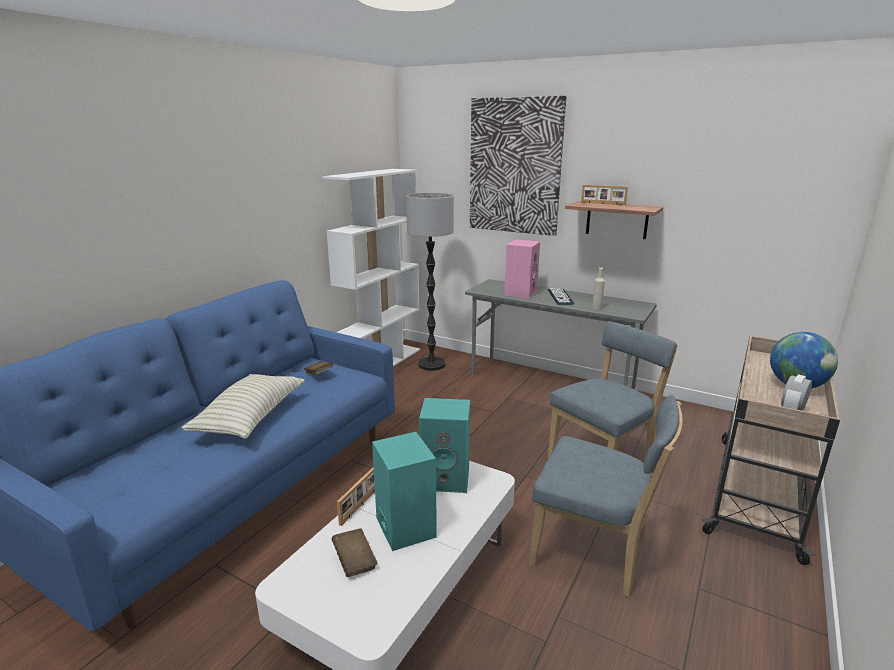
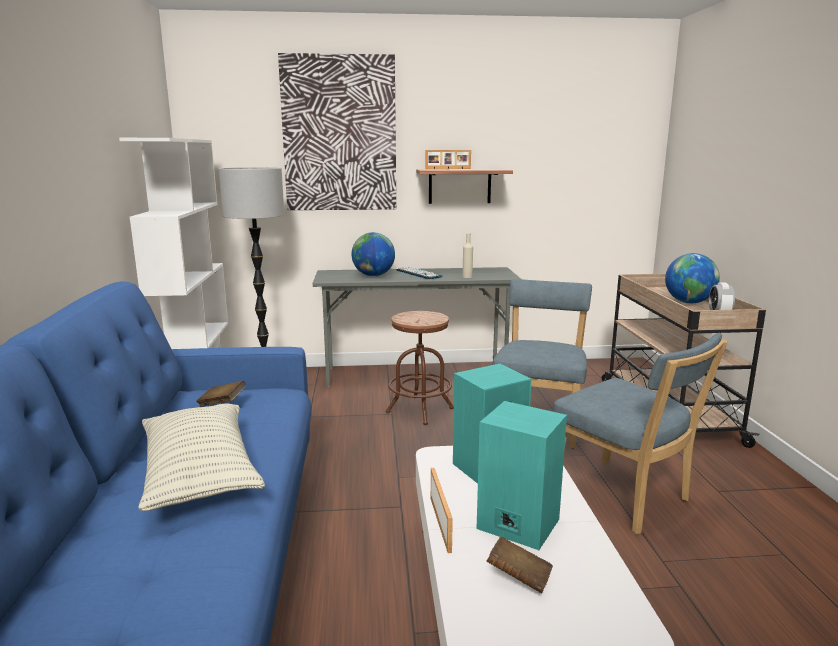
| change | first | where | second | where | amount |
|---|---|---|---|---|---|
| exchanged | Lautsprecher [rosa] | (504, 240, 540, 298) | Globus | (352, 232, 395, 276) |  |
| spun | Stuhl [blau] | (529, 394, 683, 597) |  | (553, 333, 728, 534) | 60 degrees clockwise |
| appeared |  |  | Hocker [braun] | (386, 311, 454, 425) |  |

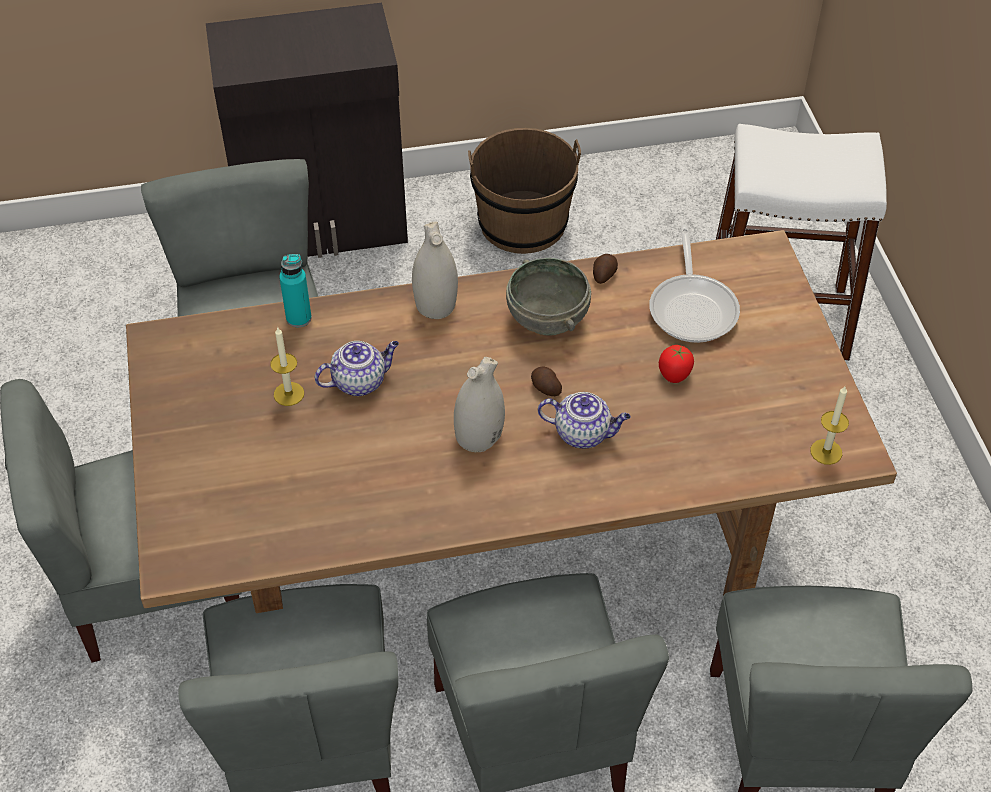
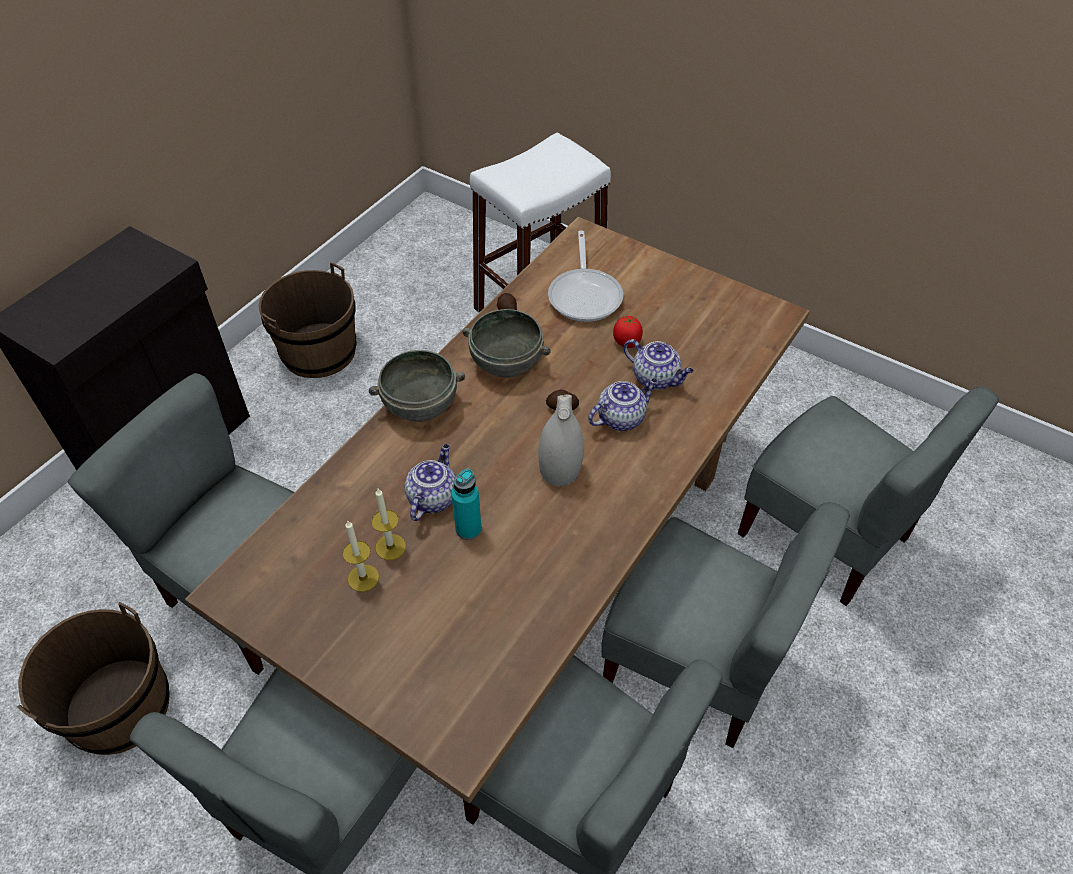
| change | first | where | second | where | amount |
|---|---|---|---|---|---|
| relocated | Flasche [türkis] | (279, 254, 312, 327) |  | (451, 469, 482, 540) |  |
| exchanged | Vase [weiß] | (412, 222, 458, 319) | Schüssel [grau] | (369, 350, 465, 422) |  |
| spun | Pfanne | (649, 225, 740, 343) |  | (548, 230, 623, 322) | 45 degrees clockwise |
| relocated | Kerze | (810, 385, 849, 465) |  | (342, 520, 379, 592) |  |
| appeared |  |  | Eimer [braun] | (17, 602, 170, 755) |  |
| appeared |  |  | Teekanne | (624, 339, 694, 390) |  |

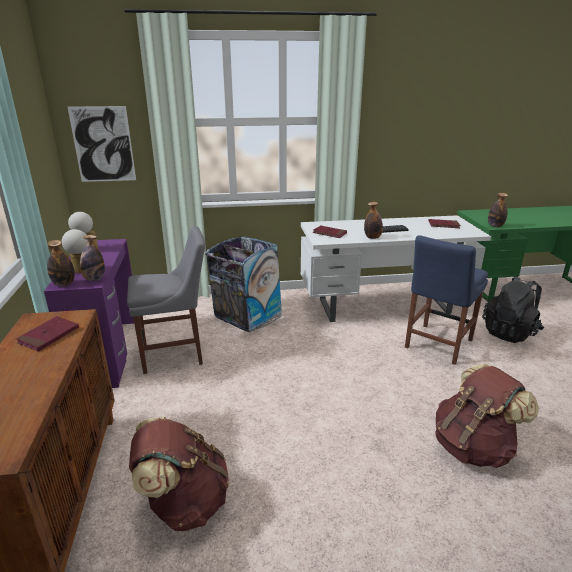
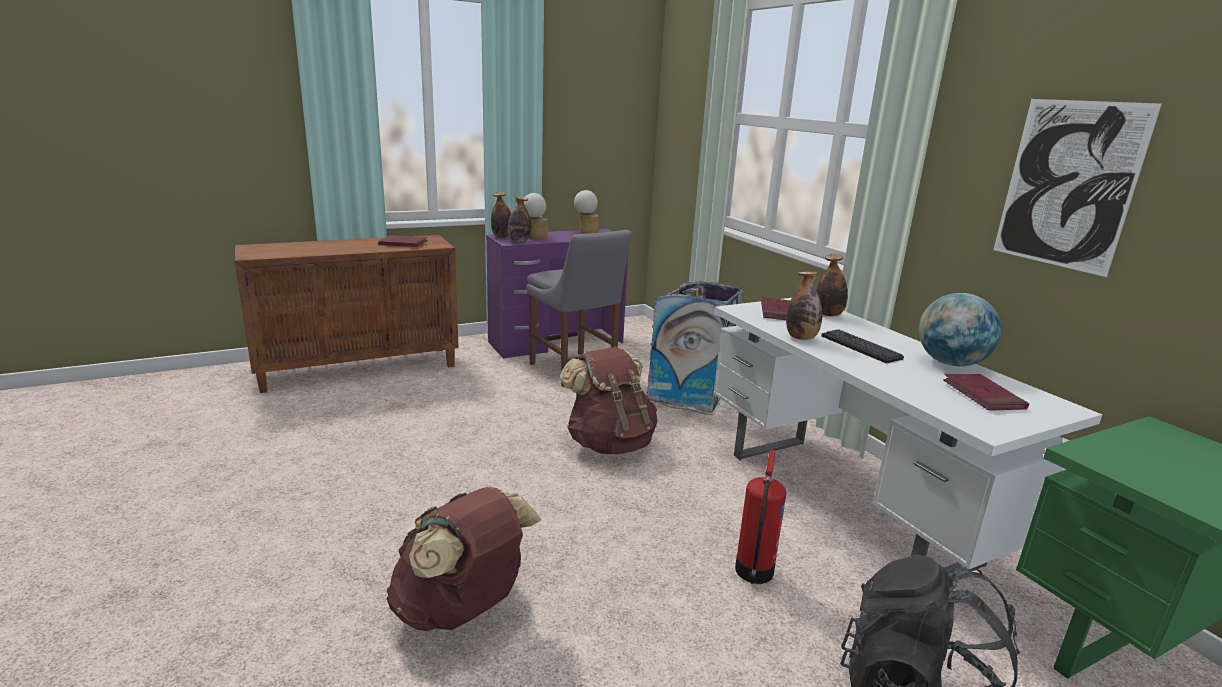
| change | first | where | second | where | amount |
|---|---|---|---|---|---|
| relocated | Bild | (68, 106, 136, 182) |  | (993, 99, 1162, 277) |  |
| relocated | Rucksack [braun] | (129, 417, 229, 531) |  | (560, 347, 658, 455) |  |
| exchanged | Stuhl [blau] | (405, 235, 488, 365) | Feuerlöscher | (735, 450, 786, 584) |  |
| relocated | Flasche | (488, 193, 508, 227) |  | (816, 254, 848, 316) |  |
| appeared |  |  | Globus | (919, 293, 1002, 367) |  |

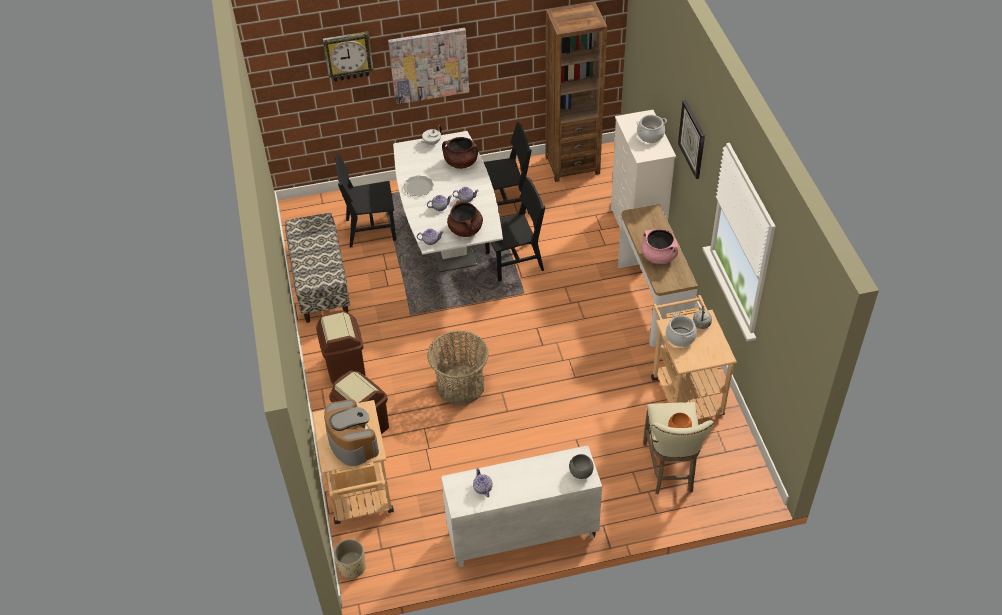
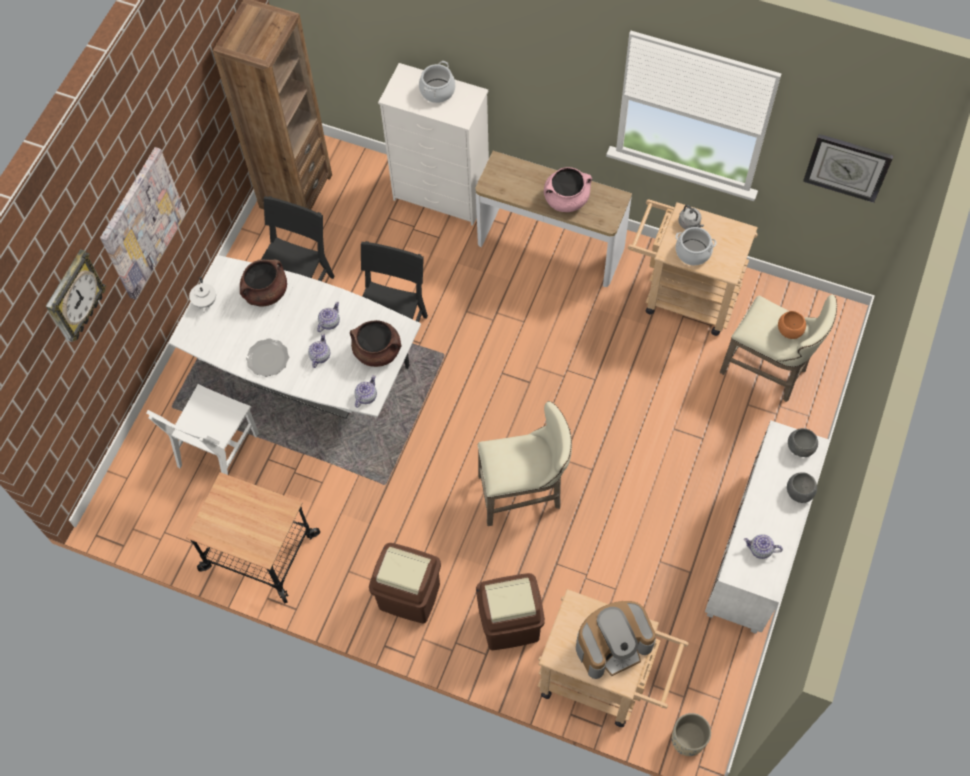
| change | first | where | second | where | amount |
|---|---|---|---|---|---|
| exchanged | Bank | (285, 213, 350, 323) | Rollwagen | (186, 472, 320, 604) |  |
| spun | Kaffeemaschine | (324, 399, 379, 466) |  | (576, 601, 656, 679) | 150 degrees clockwise |
| colour | Stuhl [schwarz] | (335, 153, 396, 248) | Stuhl [weiß] | (146, 384, 259, 475) |  |
| exchanged | Korb | (427, 331, 489, 405) | Hocker [beige] | (477, 401, 572, 526) |  |
| relocated | Wanduhr | (678, 100, 705, 179) |  | (803, 134, 893, 203) |  |
| appeared |  |  | Schüssel [grau] | (787, 472, 817, 503) |  |

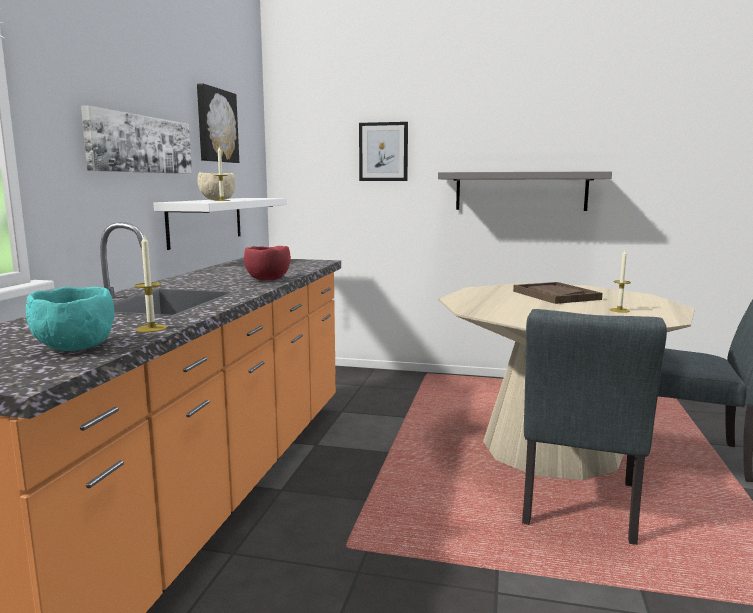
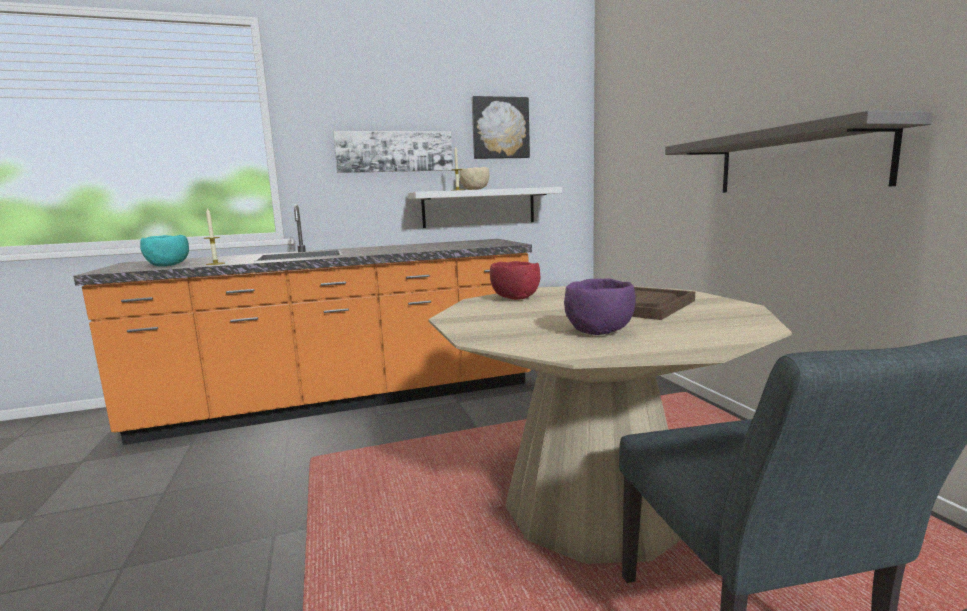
| change | first | where | second | where | amount |
|---|---|---|---|---|---|
| relocated | Schüssel [rot] | (244, 246, 291, 280) |  | (490, 261, 540, 300) |  |
| missing | Bild | (359, 122, 408, 181) |  |  |  |
| missing | Stuhl [grau] | (522, 309, 667, 545) |  |  |  |
| exchanged | Kerze | (609, 250, 631, 313) | Schüssel [lila] | (564, 278, 636, 335) |  |

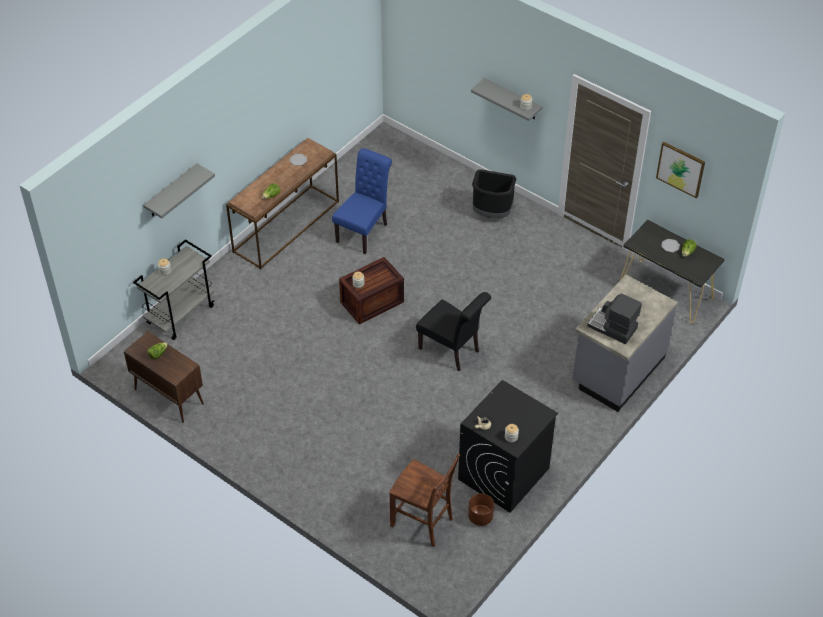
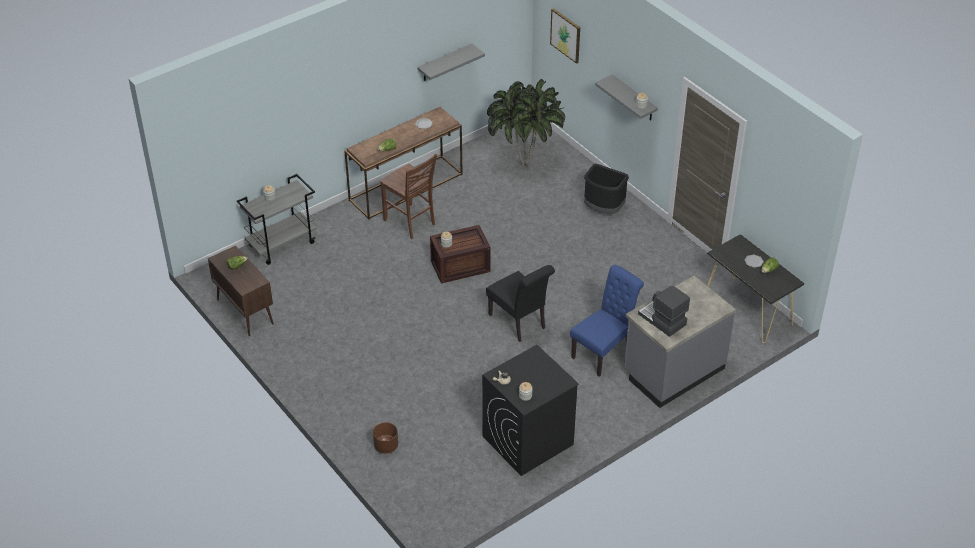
| change | first | where | second | where | amount |
|---|---|---|---|---|---|
| relocated | Wandregal [grau] | (143, 163, 215, 218) |  | (417, 44, 485, 81) |  |
| relocated | Stuhl [blau] | (332, 148, 392, 254) |  | (570, 265, 644, 376) |  |
| relocated | Stuhl [braun] | (390, 454, 460, 547) |  | (380, 154, 437, 239) |  |
| relocated | Pflanzkübel [braun] | (468, 493, 494, 526) |  | (373, 422, 398, 454) |  |
| relocated | Bild | (656, 142, 705, 198) |  | (550, 8, 580, 64) |  |
| appeared |  |  | Topfpflanze | (487, 79, 565, 170) |  |

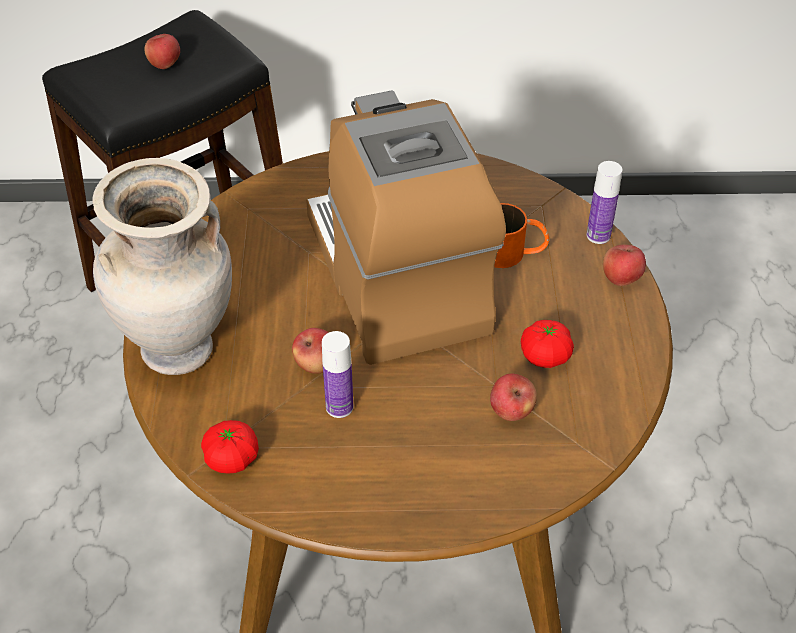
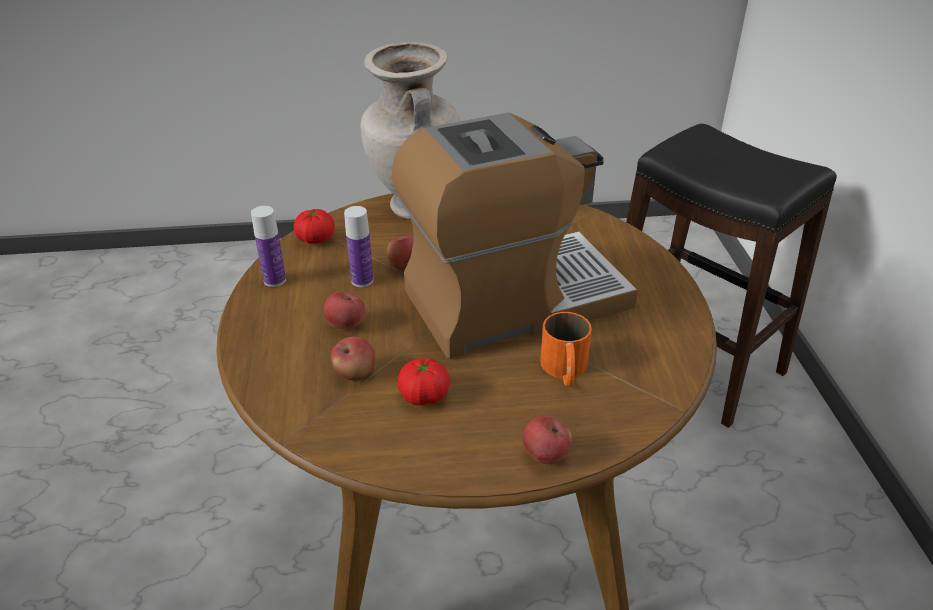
| change | first | where | second | where | amount |
|---|---|---|---|---|---|
| relocated | Apfel | (145, 34, 180, 69) |  | (324, 291, 365, 329) |  |
| relocated | Flasche | (586, 161, 622, 244) |  | (251, 206, 286, 287) |  |

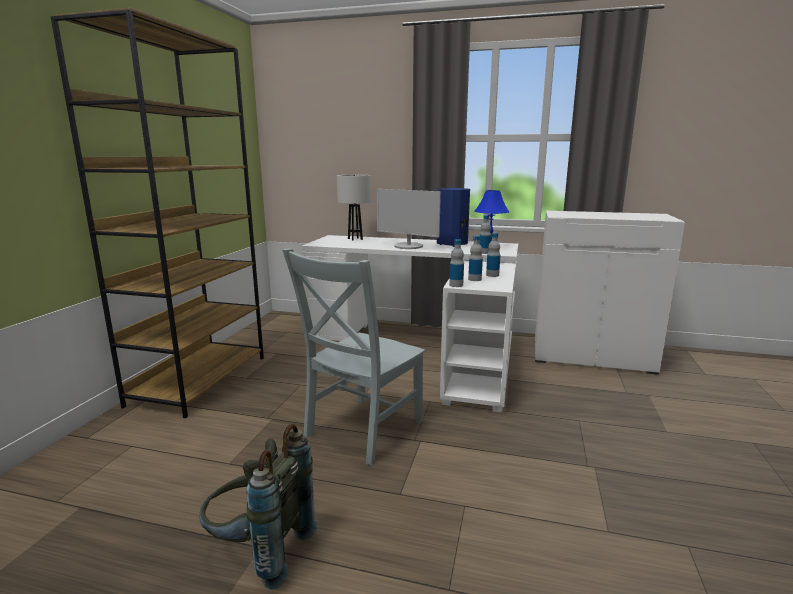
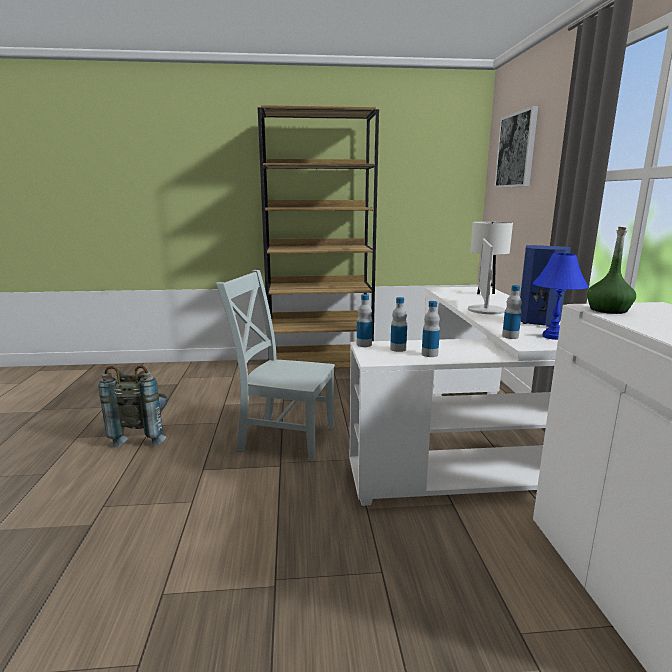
| change | first | where | second | where | amount |
|---|---|---|---|---|---|
| appeared |  |  | Bild | (494, 106, 538, 188) |  |
| appeared |  |  | Flasche [grün] | (587, 227, 636, 314) |  |

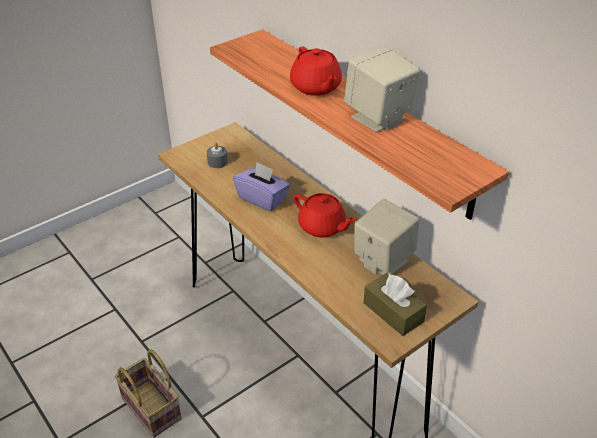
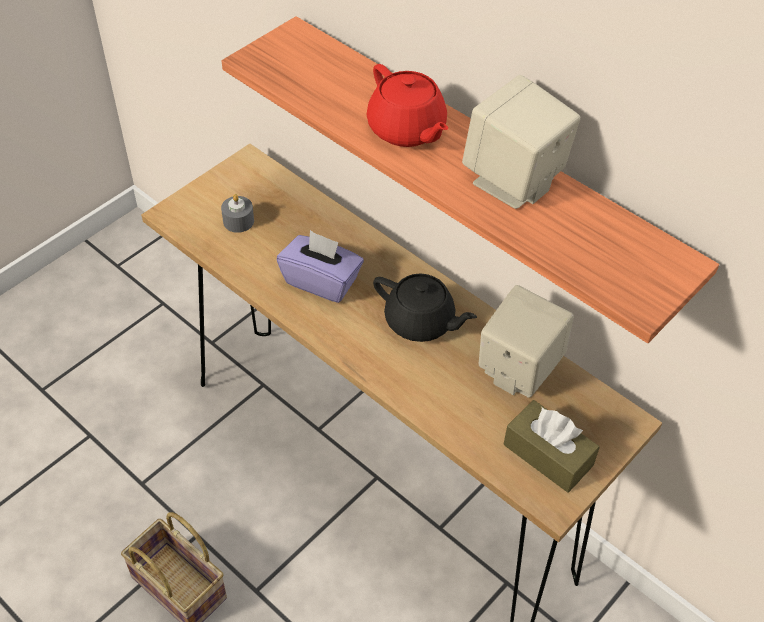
| change | first | where | second | where | amount |
|---|---|---|---|---|---|
| colour | Teekanne [rot] | (293, 193, 357, 237) | Teekanne [schwarz] | (373, 274, 477, 342) |  |

